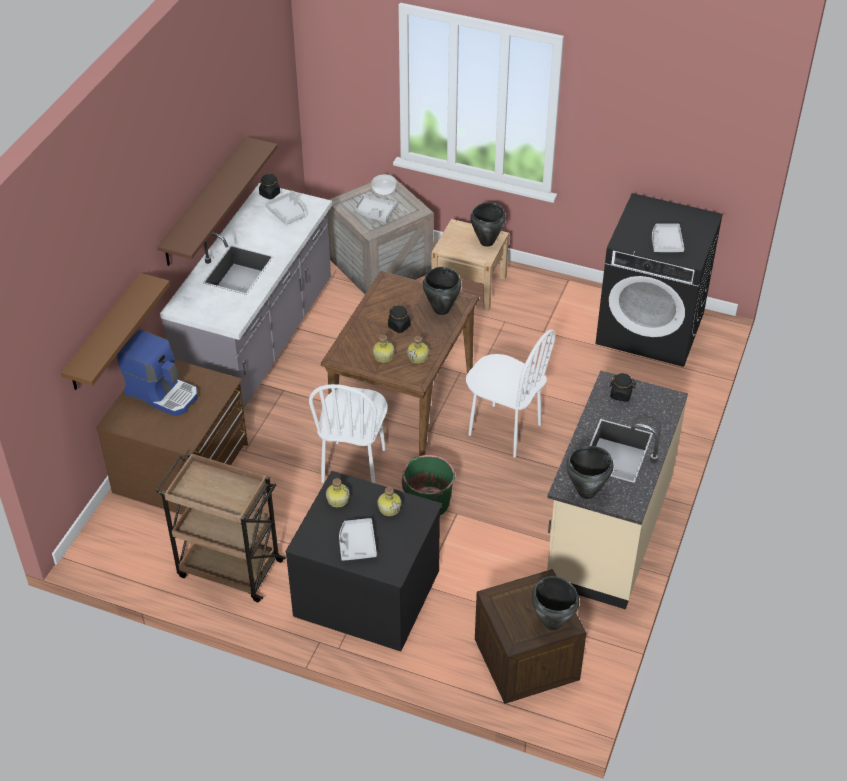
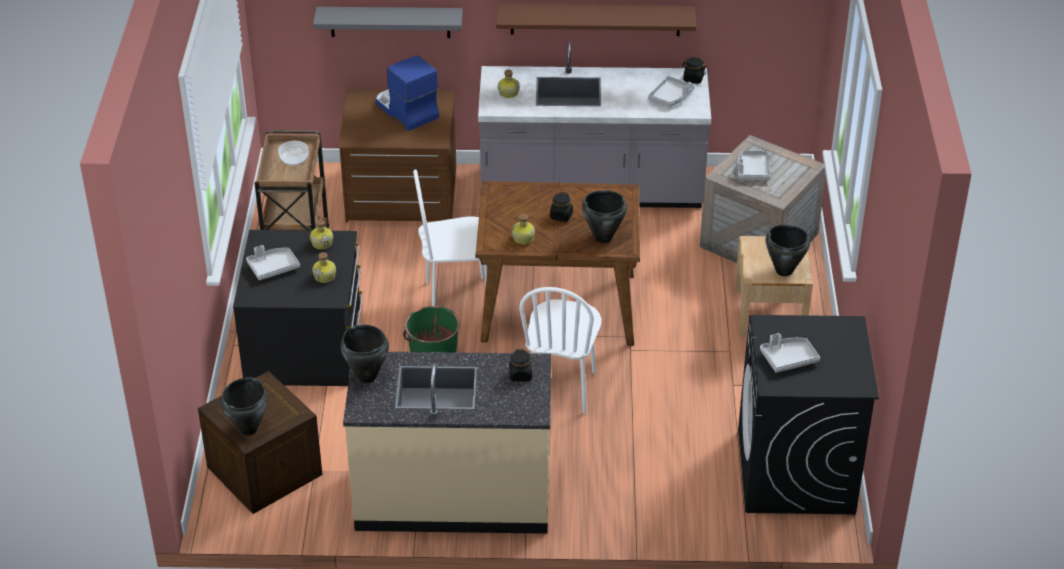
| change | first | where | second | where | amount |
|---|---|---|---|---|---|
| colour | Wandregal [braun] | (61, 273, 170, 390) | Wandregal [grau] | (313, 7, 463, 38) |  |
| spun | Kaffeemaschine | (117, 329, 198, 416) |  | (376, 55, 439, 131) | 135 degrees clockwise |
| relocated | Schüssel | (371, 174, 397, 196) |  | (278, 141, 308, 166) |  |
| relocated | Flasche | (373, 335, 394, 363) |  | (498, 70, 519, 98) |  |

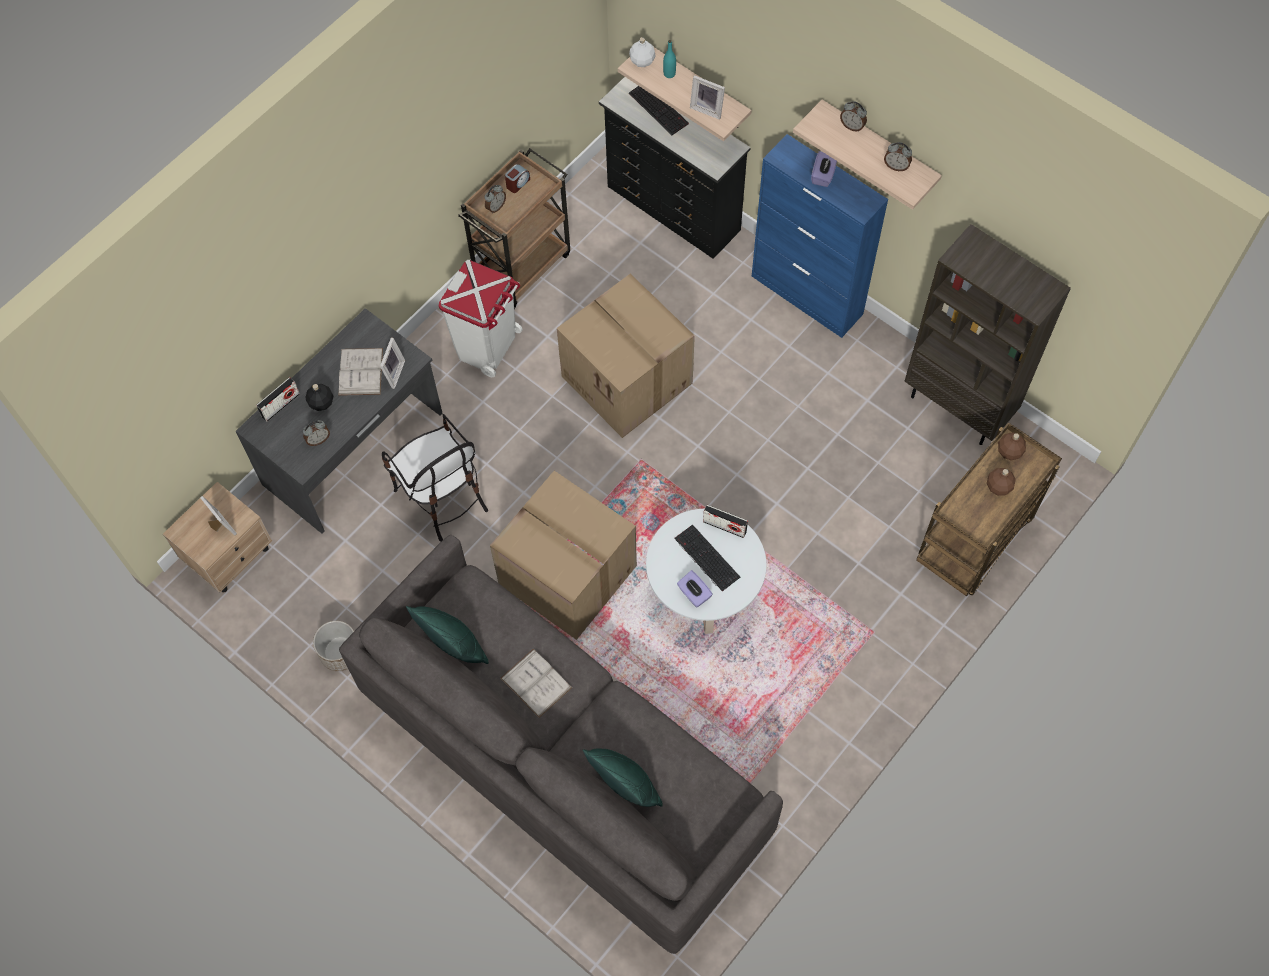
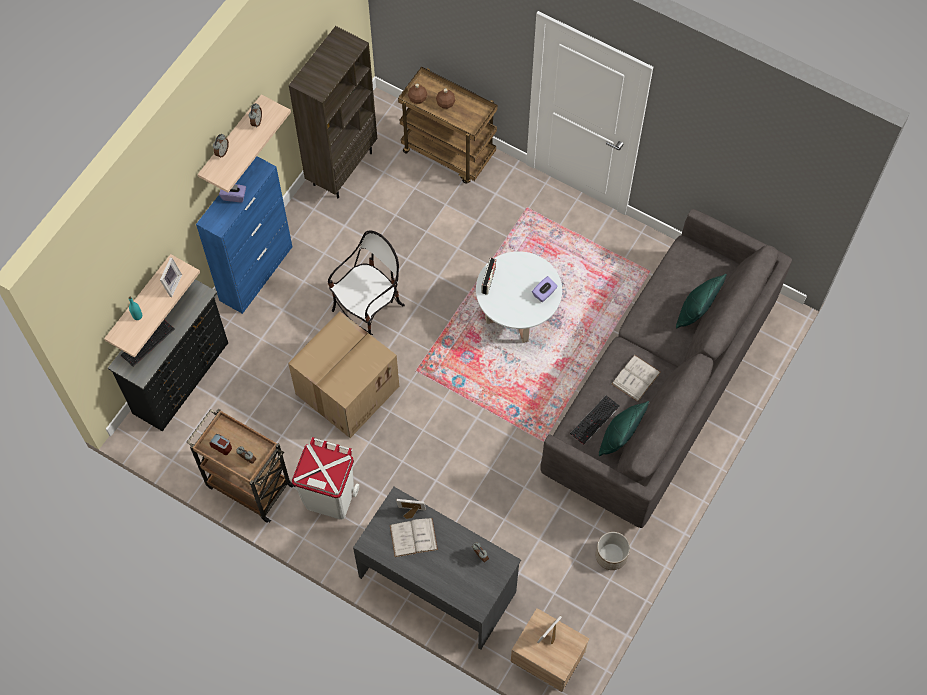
| change | first | where | second | where | amount |
|---|---|---|---|---|---|
| missing | Radio | (256, 377, 300, 422) |  |  |  |
| missing | Flasche [schwarz] | (305, 384, 333, 411) |  |  |  |
| relocated | Stuhl | (382, 414, 488, 542) |  | (328, 230, 405, 335) |  |
| missing | Karton | (490, 471, 637, 640) |  |  |  |
| missing | Flasche [weiß] | (629, 37, 656, 67) |  |  |  |
| relocated | Tastatur | (674, 525, 740, 591) |  | (570, 396, 620, 445) |  |

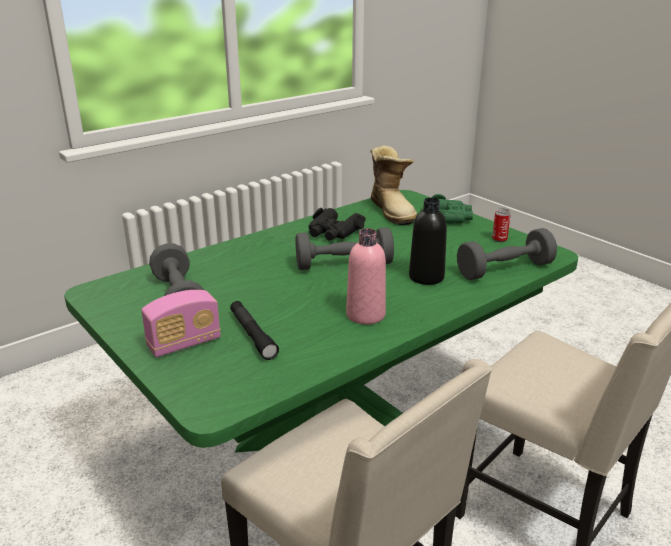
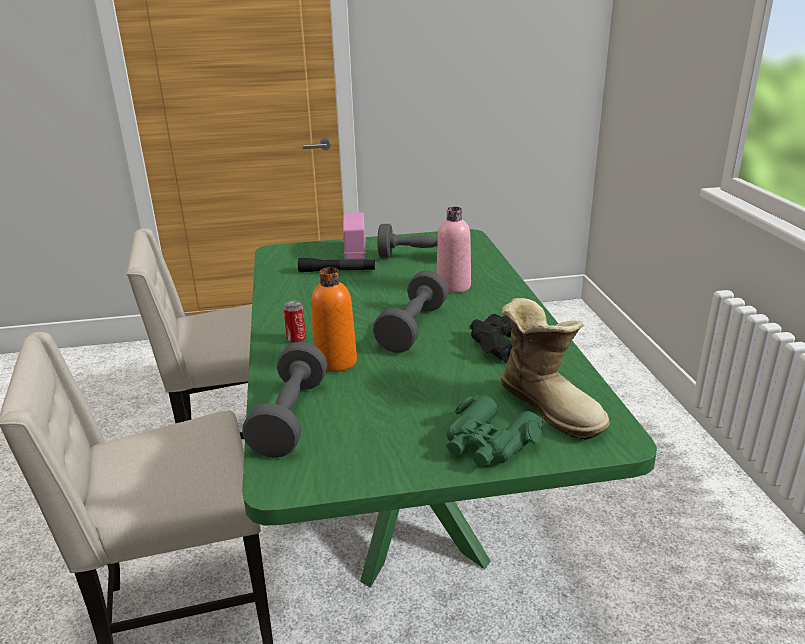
| change | first | where | second | where | amount |
|---|---|---|---|---|---|
| relocated | Flasche [rosa] | (346, 228, 386, 325) |  | (436, 207, 471, 293) |  |
| spun | Stiefel | (370, 145, 417, 225) |  | (501, 298, 610, 440) | 135 degrees counterclockwise |
| colour | Flasche [schwarz] | (409, 198, 447, 285) | Flasche [orange] | (311, 267, 357, 372) |  |
| relocated | Dose | (492, 208, 511, 242) |  | (283, 301, 306, 343) |  |

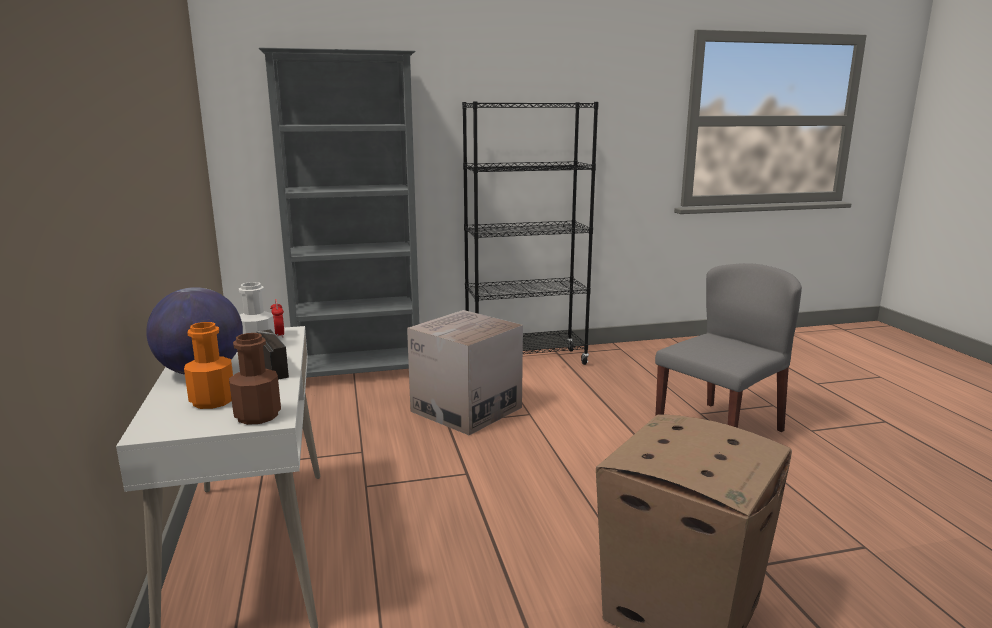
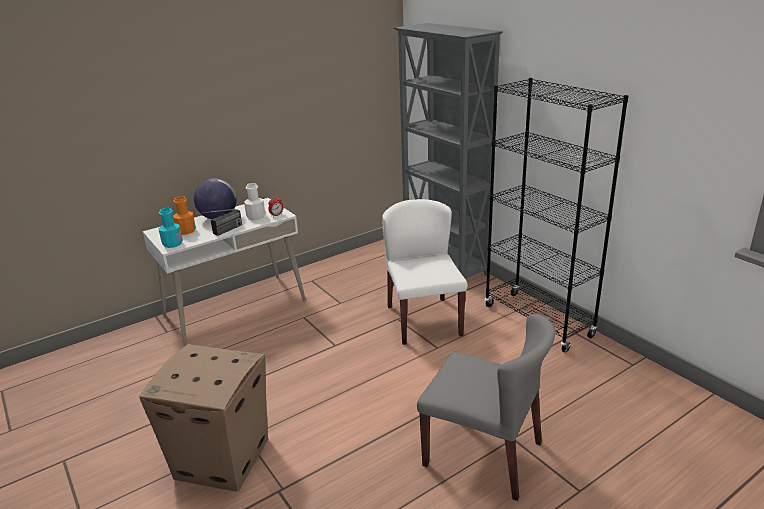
| change | first | where | second | where | amount |
|---|---|---|---|---|---|
| colour | Flasche [braun] | (229, 333, 281, 425) | Flasche [türkis] | (158, 208, 183, 248) |  |
| exchanged | Karton | (407, 310, 523, 435) | Stuhl [weiß] | (382, 199, 467, 345) |  |

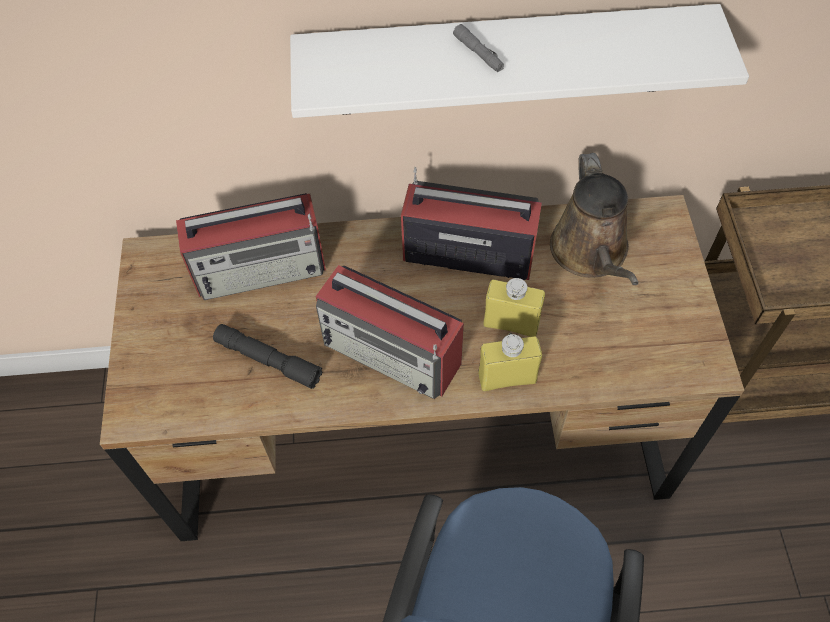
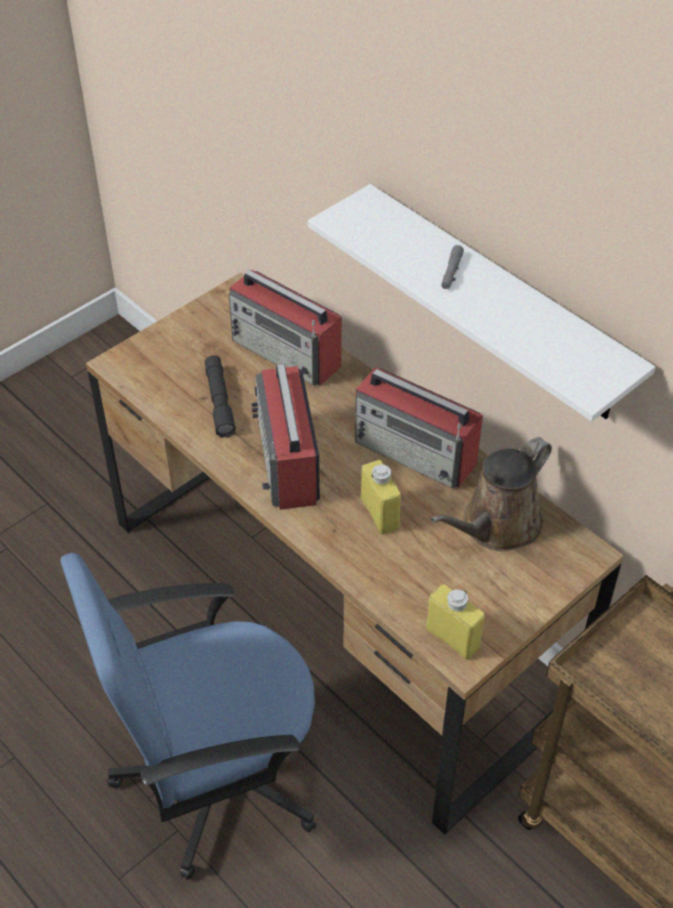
| change | first | where | second | where | amount |
|---|---|---|---|---|---|
| spun | Radio | (401, 167, 542, 280) |  | (355, 367, 483, 489) | 150 degrees clockwise |
| relocated | Flasche [gelb] | (478, 333, 542, 391) |  | (426, 584, 485, 660) |  |

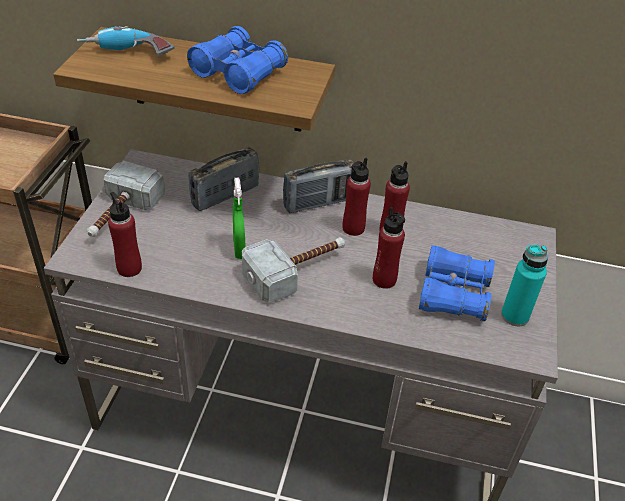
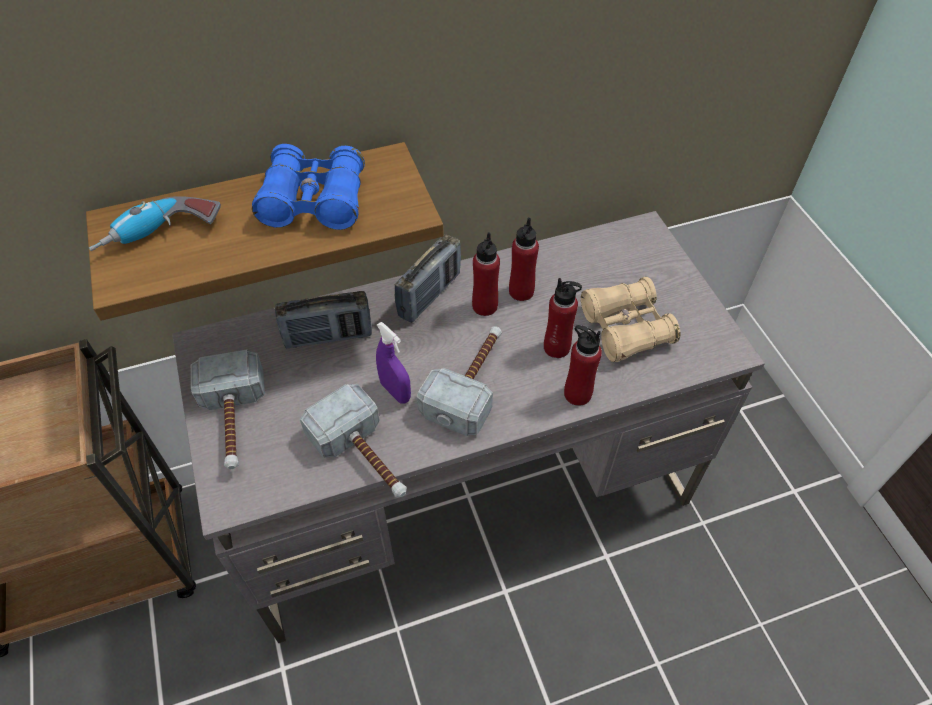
| change | first | where | second | where | amount |
|---|---|---|---|---|---|
| relocated | Flasche [rot] | (108, 192, 142, 277) |  | (564, 325, 602, 406) |  |
| spun | Radio | (188, 147, 259, 211) |  | (275, 291, 372, 348) | 120 degrees counterclockwise |
| colour | Sprühflasche [grün] | (233, 177, 246, 259) | Sprühflasche [lila] | (376, 322, 411, 404) |  |
| colour | Fernglas [blau] | (419, 245, 495, 321) | Fernglas [beige] | (581, 277, 680, 362) |  |
| missing | Flasche [türkis] | (501, 244, 548, 326) |  |  |  |
| appeared |  |  | Hammer | (300, 384, 407, 497) |  |

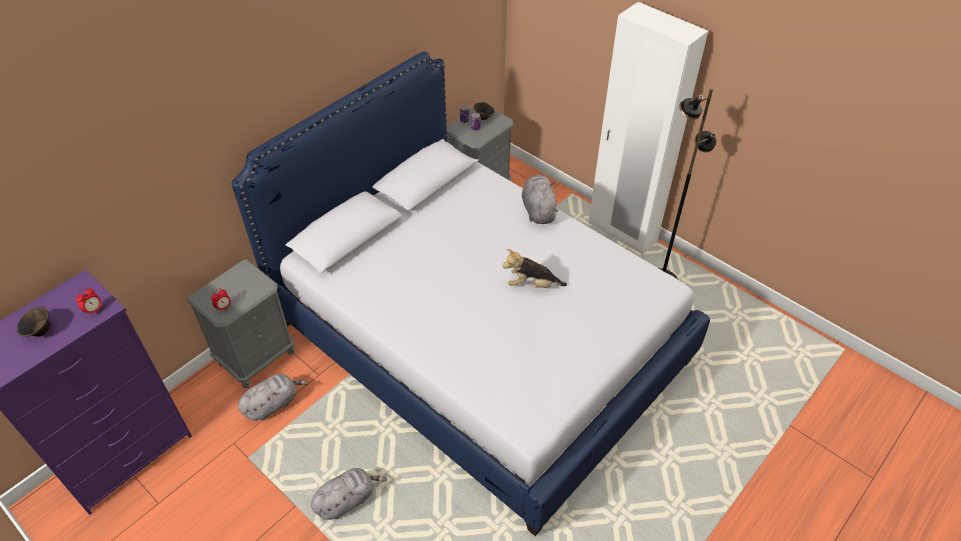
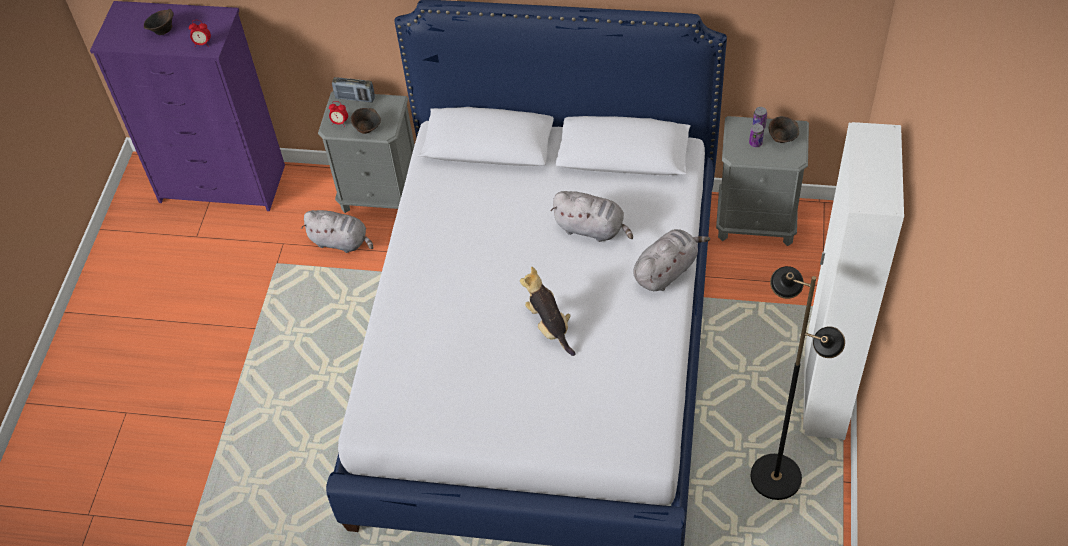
| change | first | where | second | where | amount |
|---|---|---|---|---|---|
| relocated | Plüschtier [grau] | (311, 468, 387, 520) |  | (551, 191, 633, 242) |  |
| appeared |  |  | Radio | (332, 77, 375, 102) |  |
| appeared |  |  | Schüssel [braun] | (351, 108, 381, 134) |  |

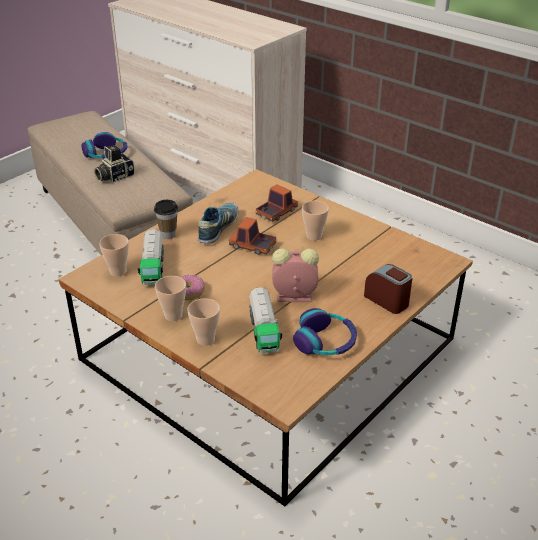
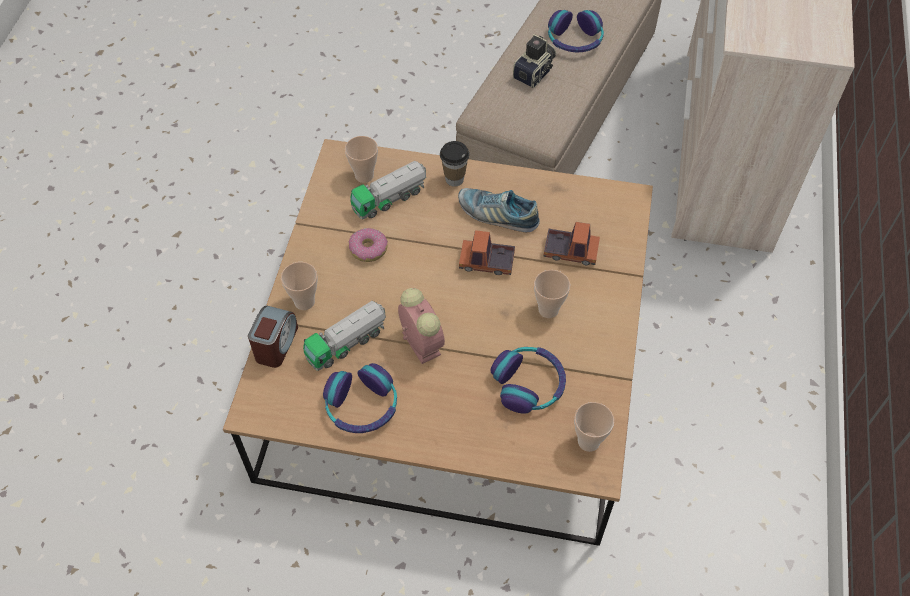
| change | first | where | second | where | amount |
|---|---|---|---|---|---|
| spun | Kamera | (94, 145, 135, 183) |  | (513, 34, 556, 88) | 105 degrees clockwise |
| relocated | Tasse | (155, 276, 186, 321) |  | (574, 402, 614, 452) |  |
| spun | Schuh | (198, 202, 239, 244) |  | (458, 188, 540, 232) | 150 degrees counterclockwise |
| spun | Spielzeuglaster | (229, 217, 276, 255) |  | (459, 230, 515, 275) | 75 degrees counterclockwise |
| relocated | Wecker | (364, 264, 413, 314) |  | (248, 306, 298, 368) |  |
| appeared |  |  | Kopfhörer | (491, 347, 566, 414) |  |

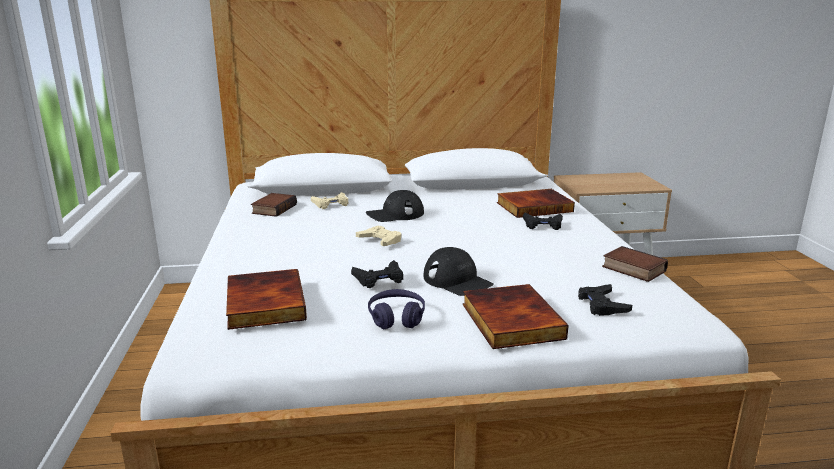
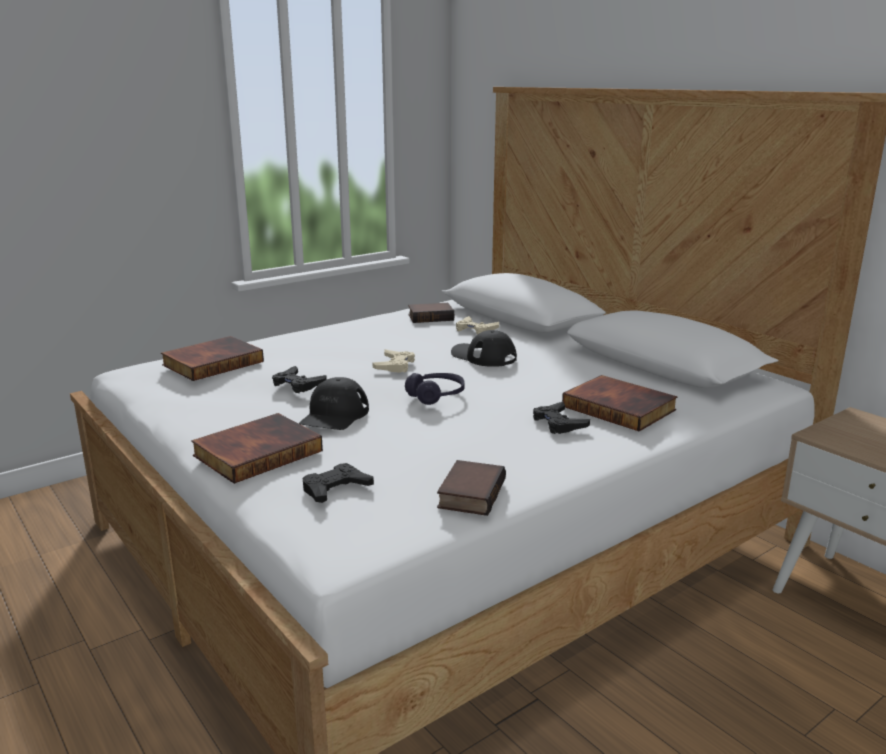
| change | first | where | second | where | amount |
|---|---|---|---|---|---|
| relocated | Kopfhörer [lila] | (368, 289, 425, 329) |  | (405, 373, 465, 405) |  |

